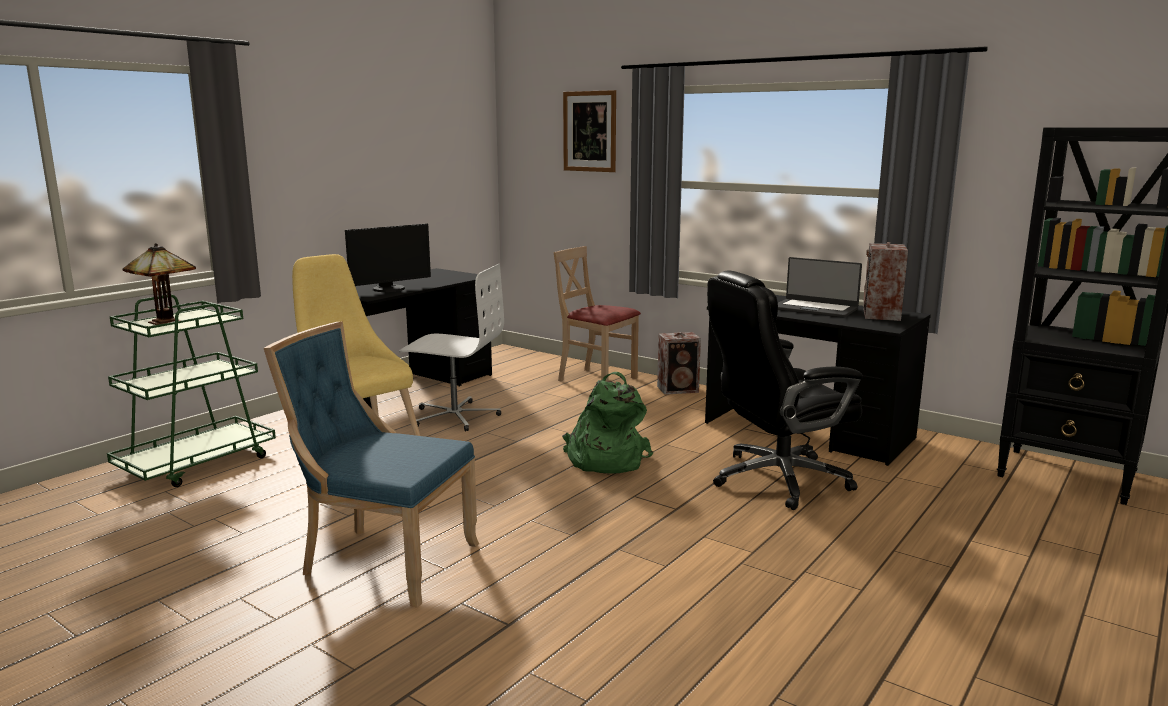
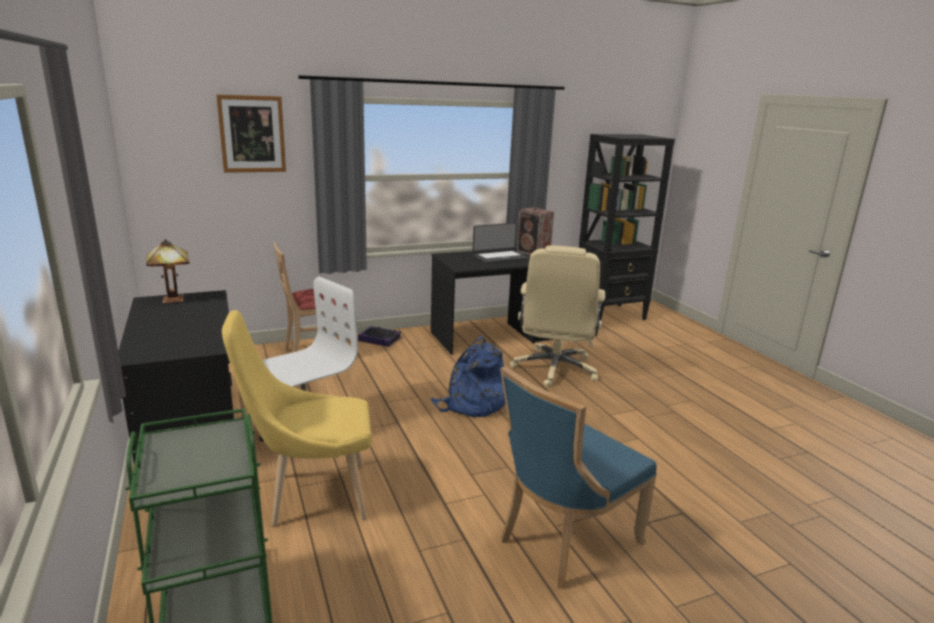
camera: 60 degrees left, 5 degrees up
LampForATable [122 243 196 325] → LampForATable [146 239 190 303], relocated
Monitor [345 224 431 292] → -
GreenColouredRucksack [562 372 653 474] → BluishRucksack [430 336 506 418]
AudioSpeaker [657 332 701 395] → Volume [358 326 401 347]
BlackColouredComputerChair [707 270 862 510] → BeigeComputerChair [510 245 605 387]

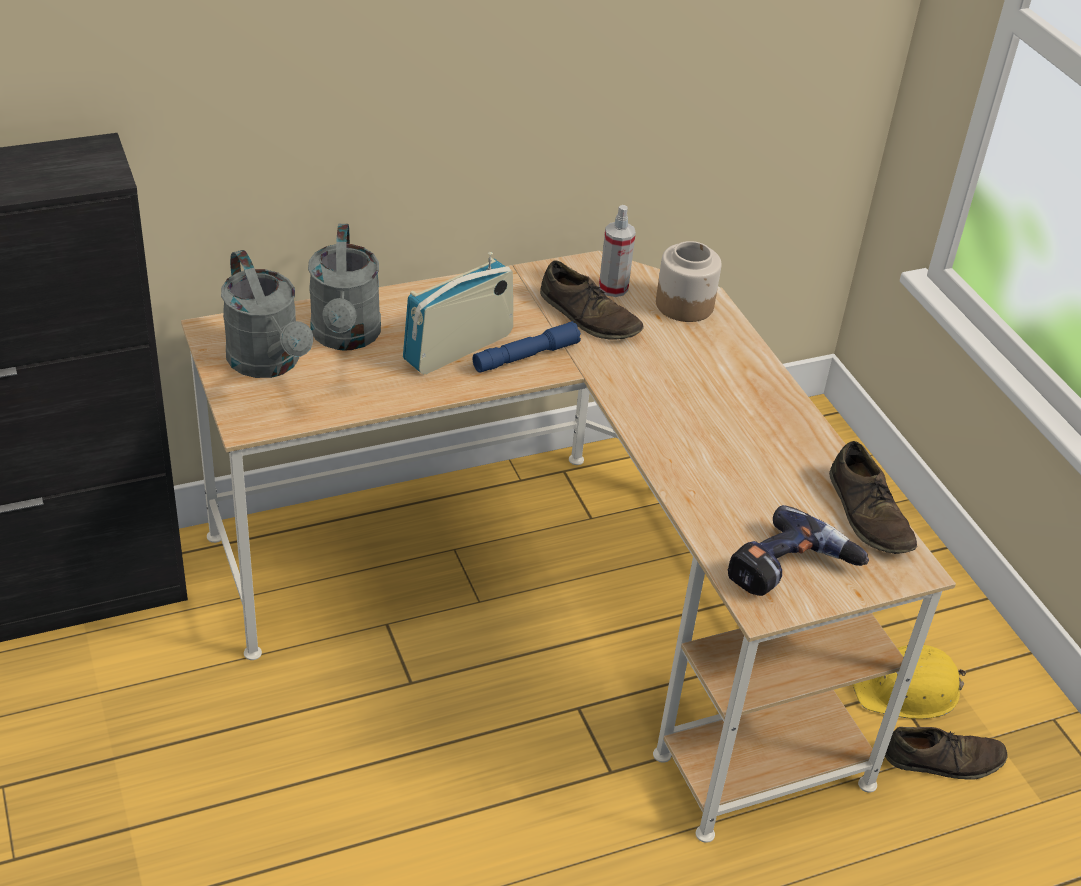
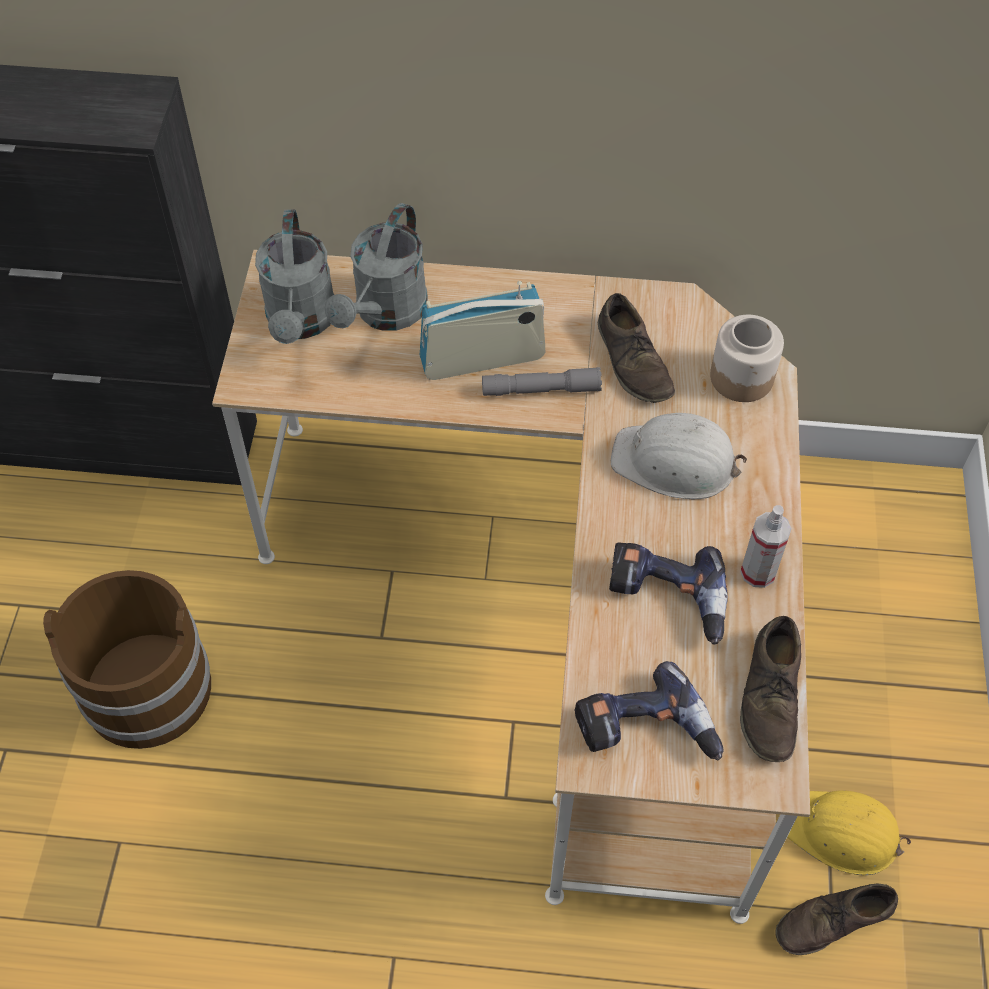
camera: 30 degrees right, 15 degrees up
BluishFlashlight [473 321 581 373] → GreyFlashlight [482 367 602 396]
Sprayer [599 205 636 297] → Sprayer [740 505 792 588], relocated
BrownItemOfFootwear [885 727 1008 780] → BrownItemOfFootwear [776 884 898 955], 135 degrees clockwise
- → BrownPail [43 570 211 749]
- → PowerDrill [609 542 728 645]
- → WhitishSafetyHelmet [611 413 747 499]

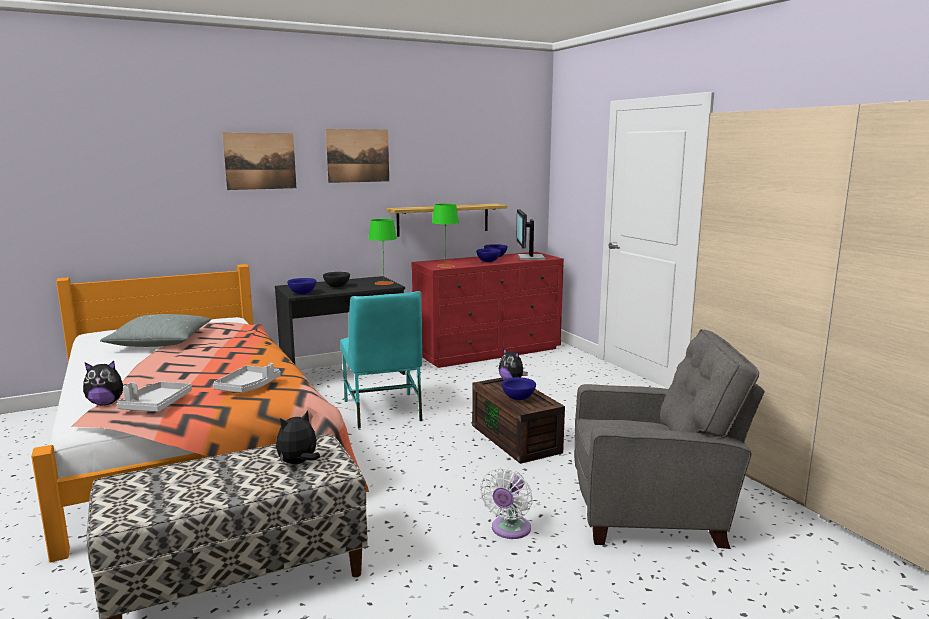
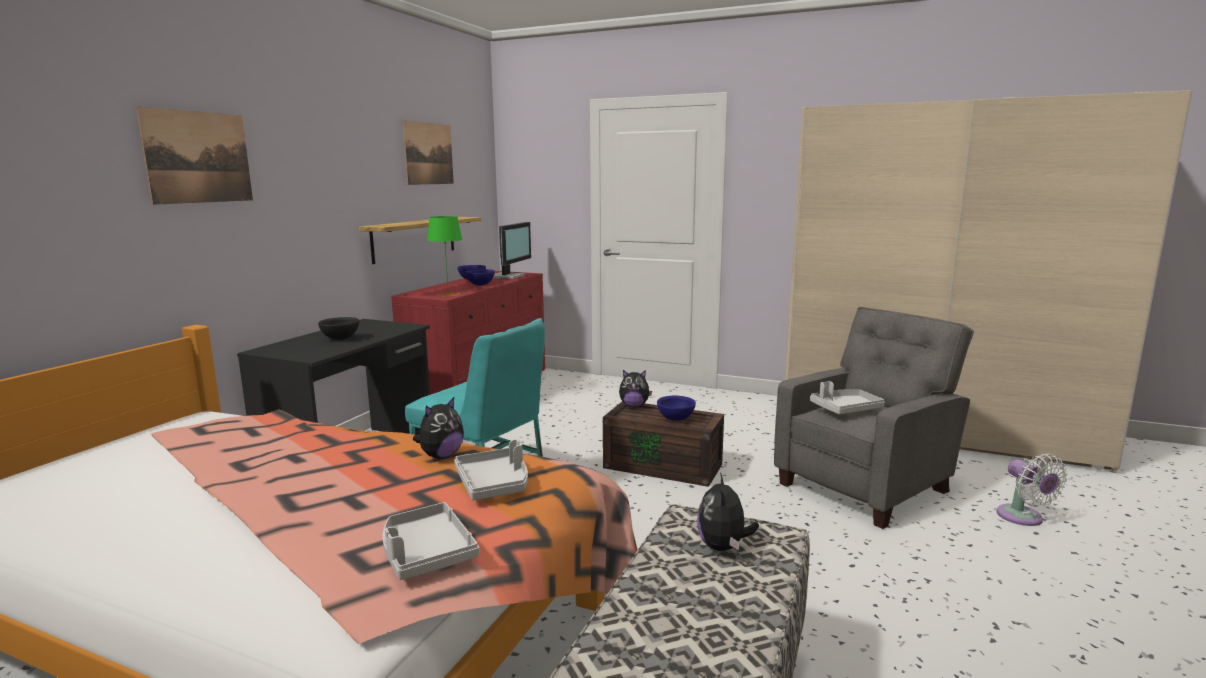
camera: 40 degrees left, 0 degrees up
PlushToy [83 361 127 405] → PlushToy [413 397 464 459], relocated
GreyThrowPillow [100 314 211 347] → -
BluishDeepDish [287 278 316 295] → -
WallPicture [326 129 389 183] → WallPicture [403 120 454 185], relocated
GreenColouredLampForATable [369 219 397 285] → -
WhitishFan [480 468 533 539] → WhitishFan [997 454 1067 526], relocated
Monitor [516 210 545 260] → Monitor [493 222 531 279], 120 degrees counterclockwise
- → GreyCarryingTray [810 381 885 414]

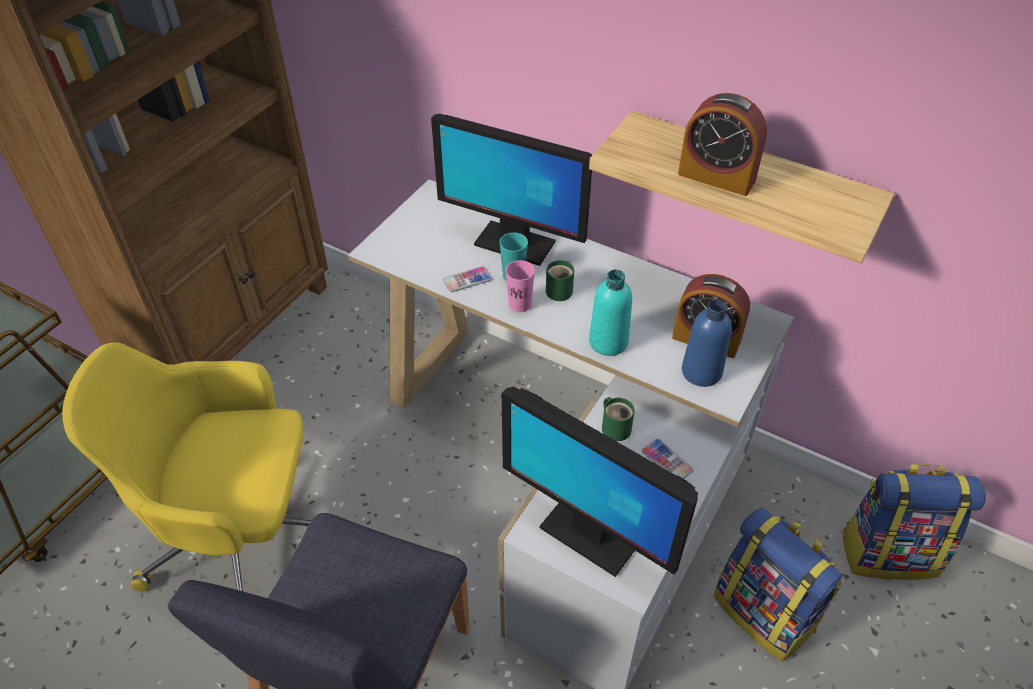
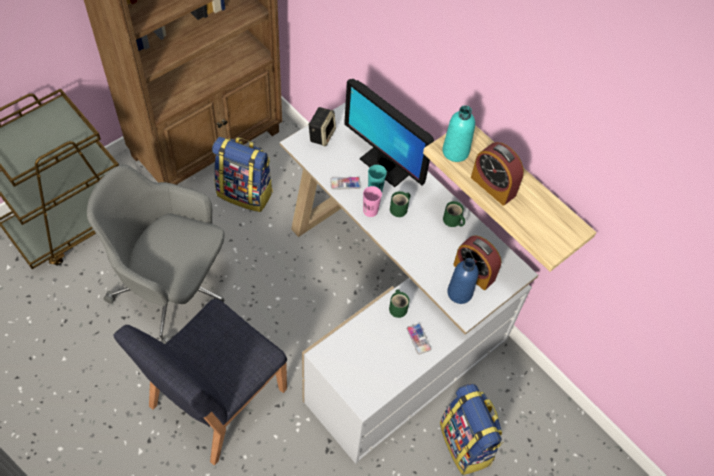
camera: 15 degrees right, 10 degrees up
YellowComputerChair [62 342 312 591] → GreyComputerChair [87 165 225 344]
Monitor [502 387 698 577] → -
BlueGreenBottle [589 269 632 356] → BlueGreenBottle [442 105 475 162], relocated
Rucksack [842 464 986 580] → Rucksack [212 137 273 212], relocated
- → AudioSpeaker [308 107 336 146]
- → GreenColouredCoffeeMug [443 201 465 227]

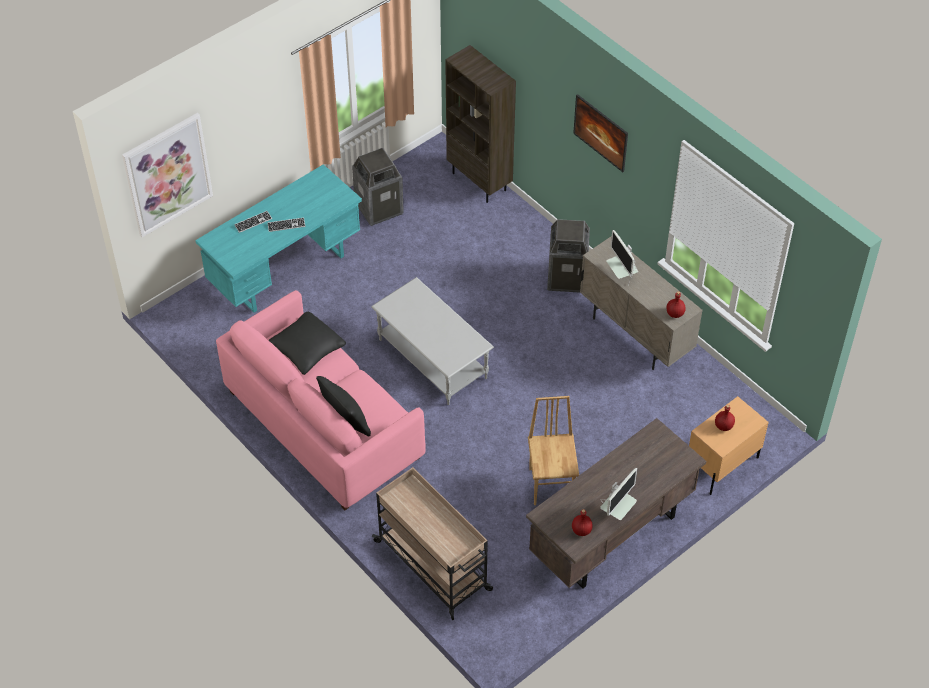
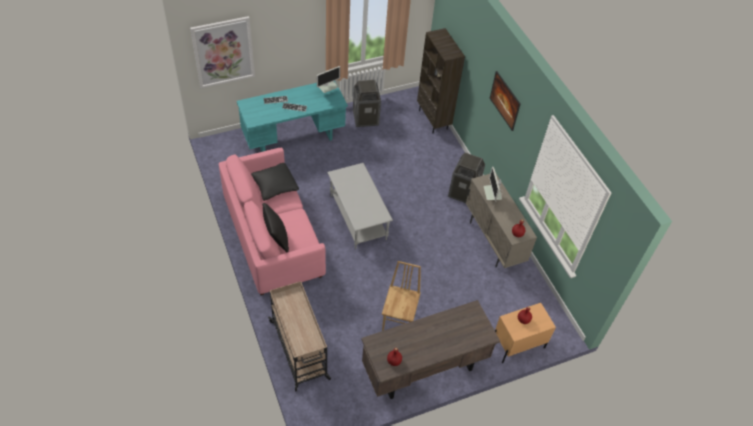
camera: 15 degrees right, 0 degrees up
Monitor [600 468 637 520] → Monitor [317 66 340 93], relocated

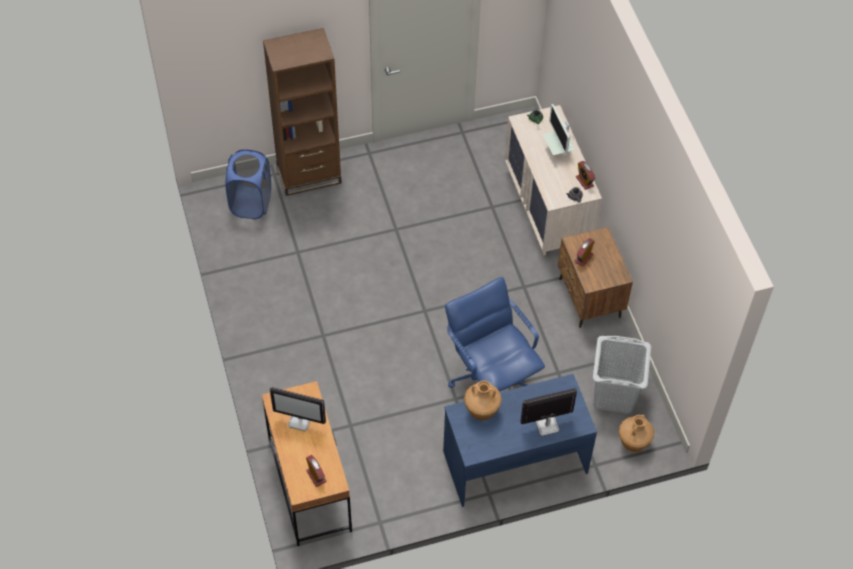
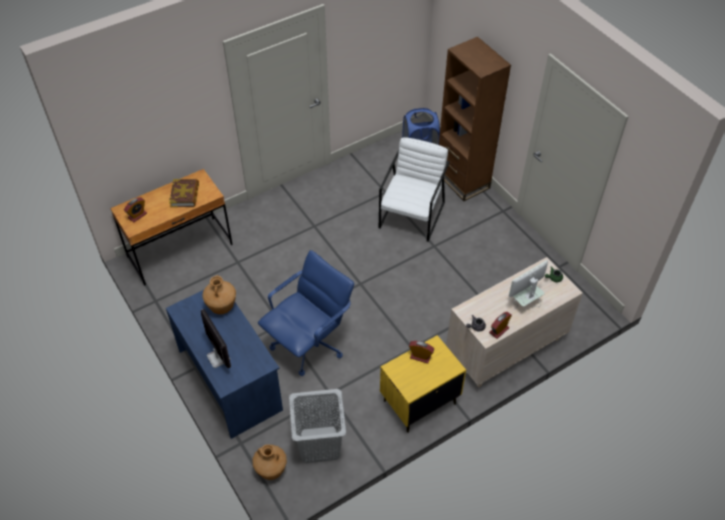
camera: 75 degrees right, 5 degrees down
Monitor [270 387 326 431] → Volume [169 179 199 207]
BrownNightTable [558 227 633 328] → YellowNightTable [380 335 466 433]
- → WhitishArmchair [379 137 450 242]

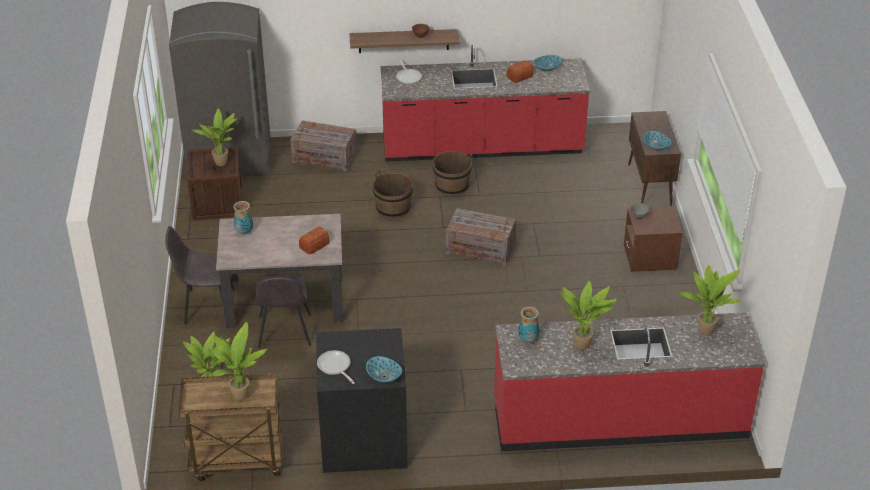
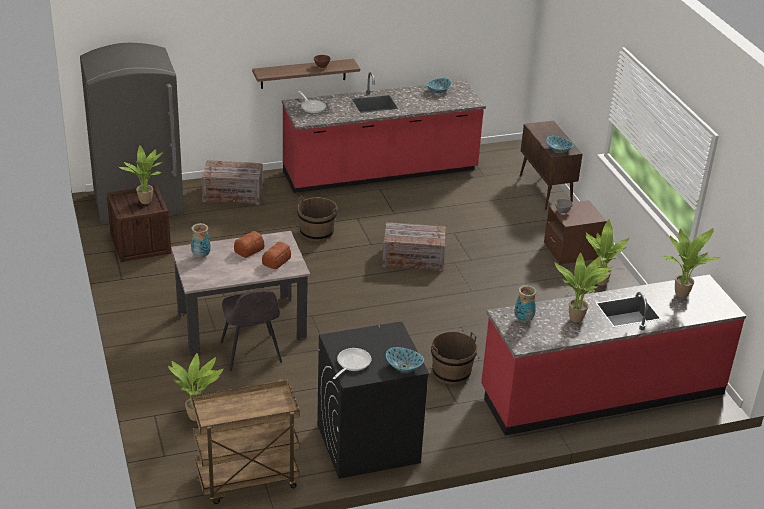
camera: 15 degrees left, 5 degrees down
GreyChair [165 226 235 324] → -
Houseplant [208 322 267 401] → Houseplant [586 219 629 286], relocated
FryingPan [317 350 355 384] → FryingPan [333 348 371 379], 75 degrees clockwise
BrownPail [432 151 473 196] → BrownPail [431 331 477 384], relocated
BakeryBread [507 60 533 83] → BakeryBread [234 231 264 258], relocated

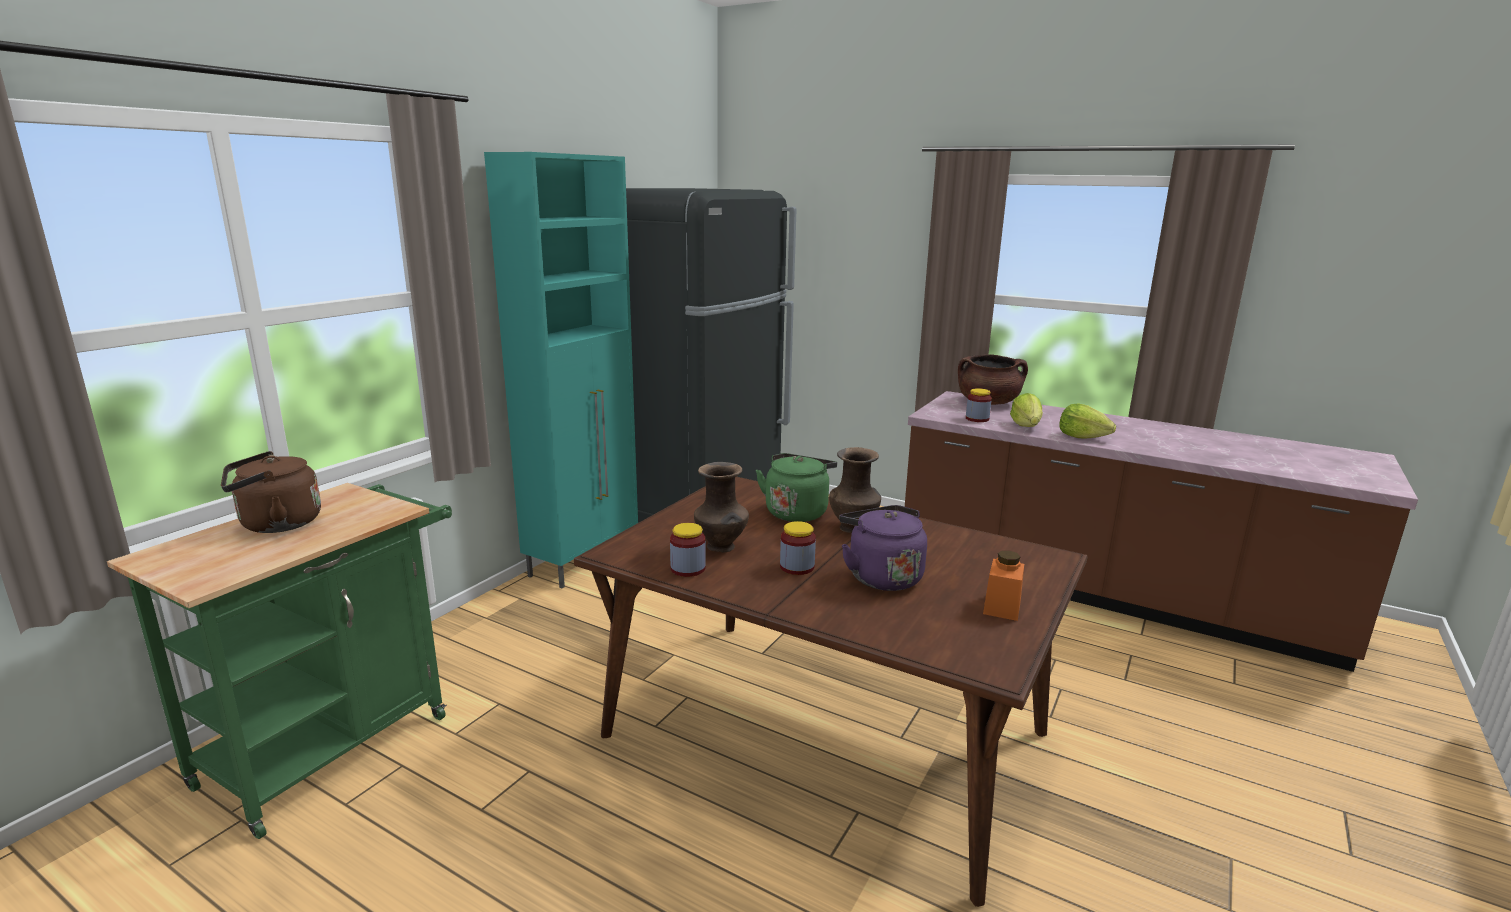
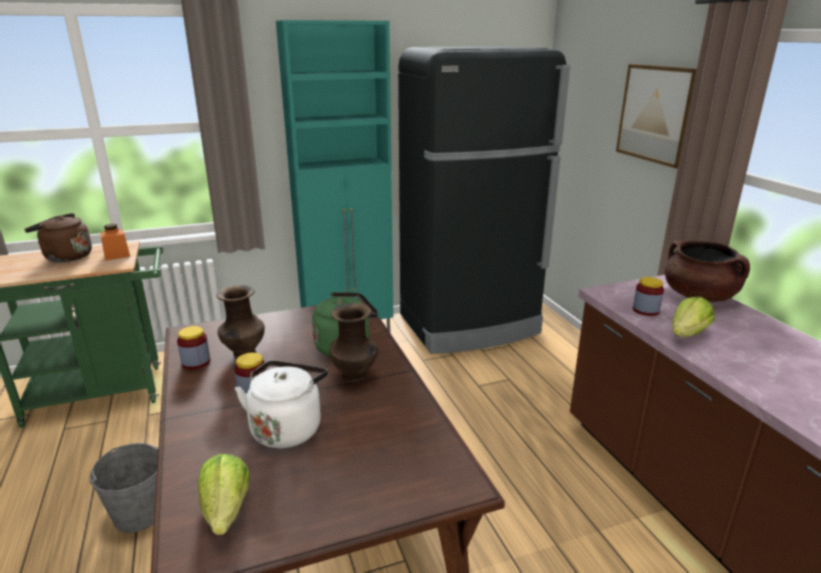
camera: 40 degrees right, 5 degrees up
PurplishTeaKettle [839 505 927 591] → WhitishTeaKettle [235 360 328 448]
OrangeColouredJar [983 551 1024 621] → OrangeColouredJar [100 224 130 261], relocated
Lettuce [1059 404 1116 438] → Lettuce [198 454 250 535], relocated
- → GreyPail [90 443 159 533]
- → WallPicture [616 64 697 169]

